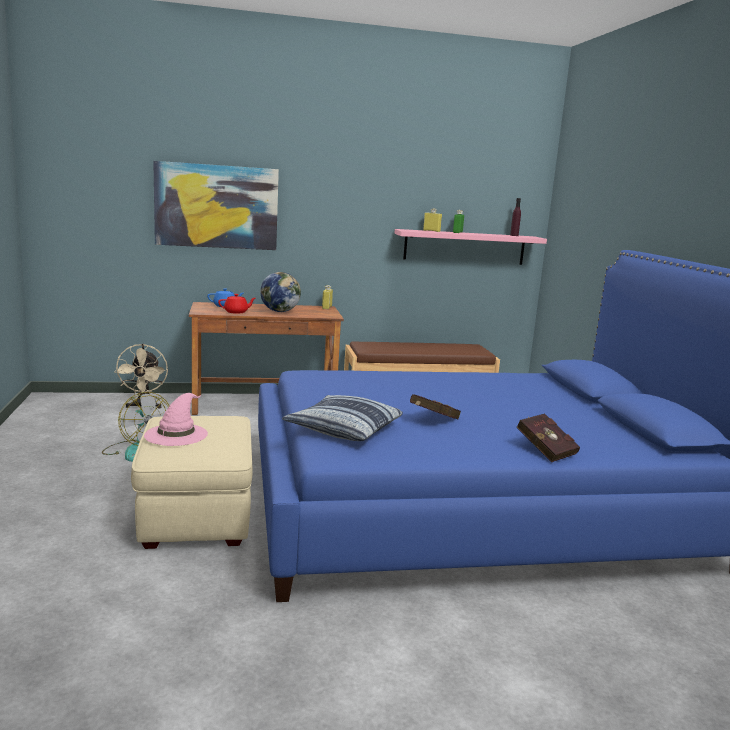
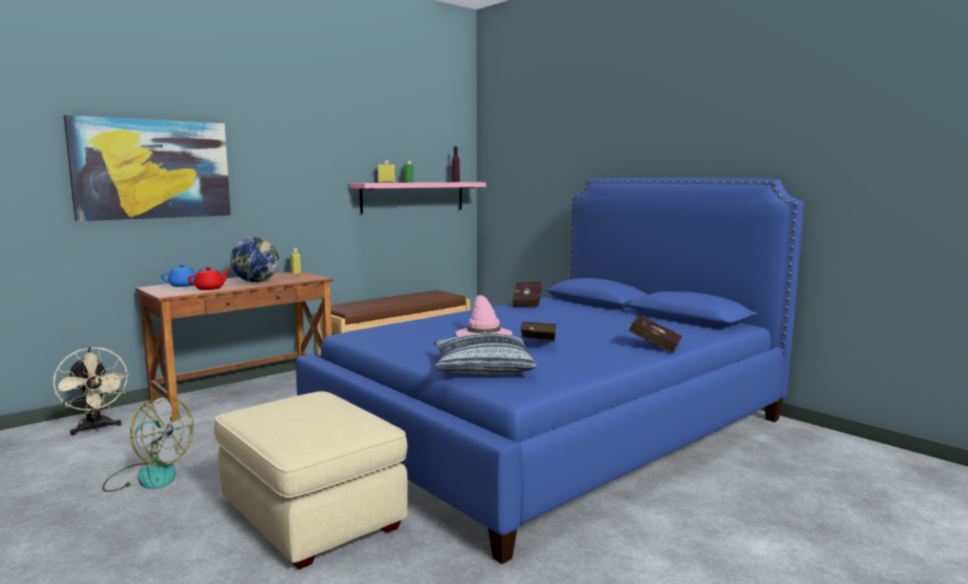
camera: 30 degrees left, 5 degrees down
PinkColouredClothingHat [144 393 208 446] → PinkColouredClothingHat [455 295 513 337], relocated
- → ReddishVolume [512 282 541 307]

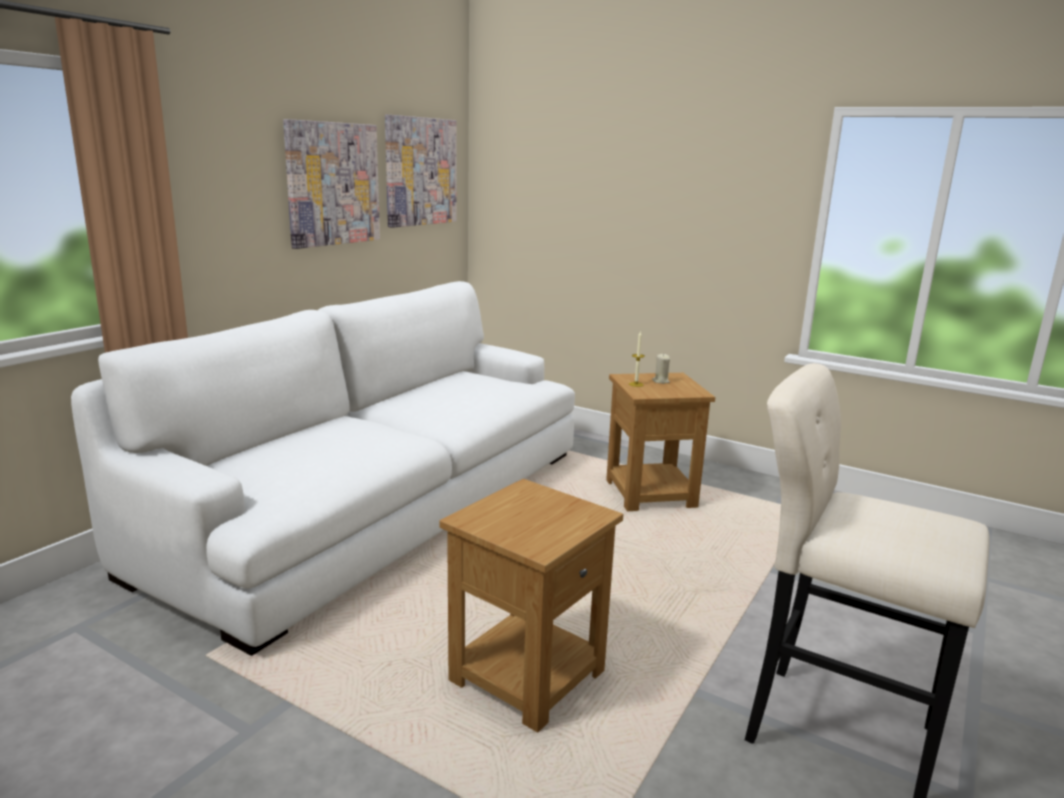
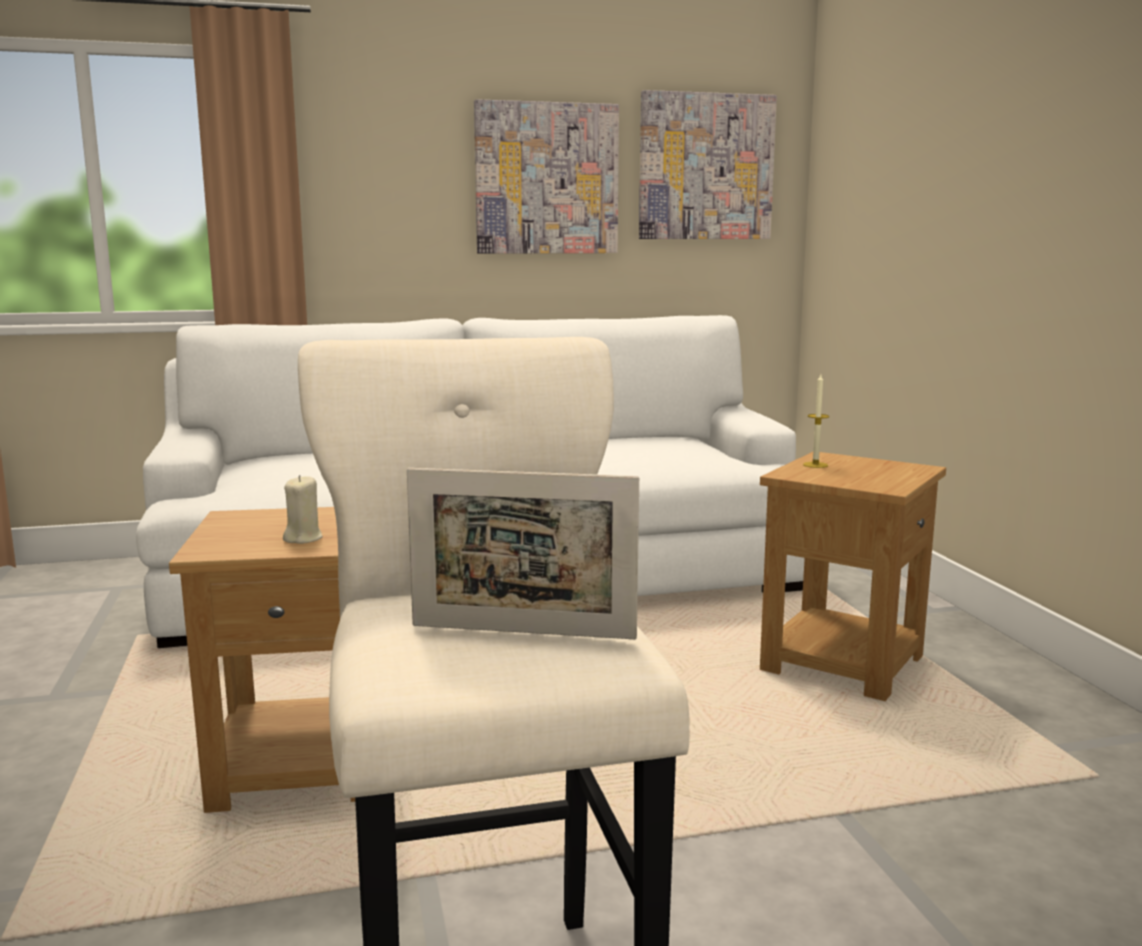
camera: 45 degrees right, 5 degrees down
BeigeCandle [652 353 670 384] → BeigeCandle [283 475 323 544], relocated
- → PhotoFrame [407 468 639 639]

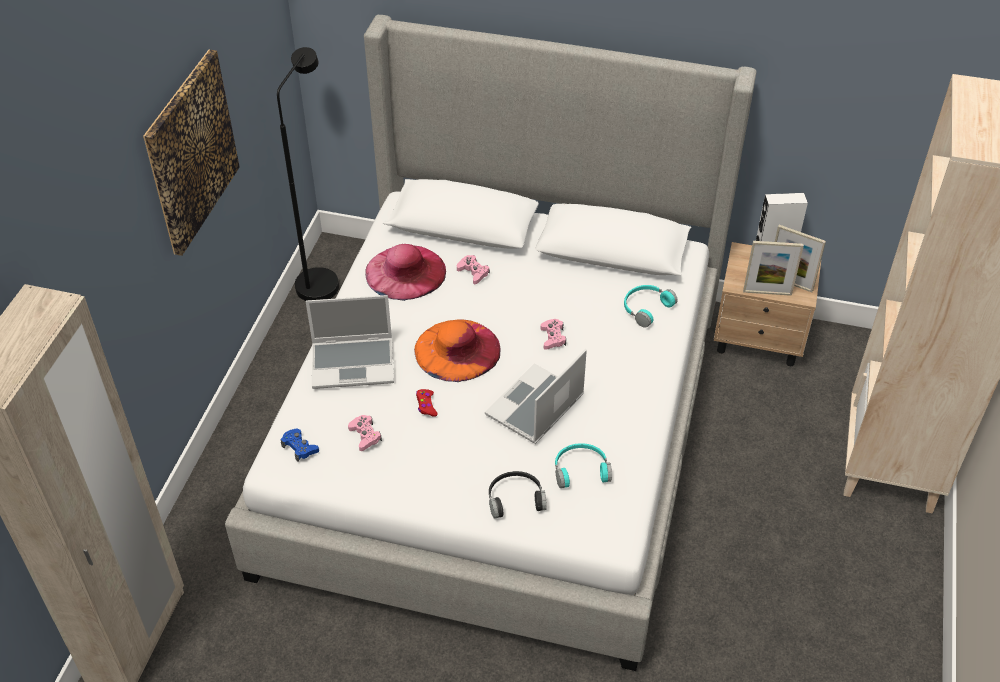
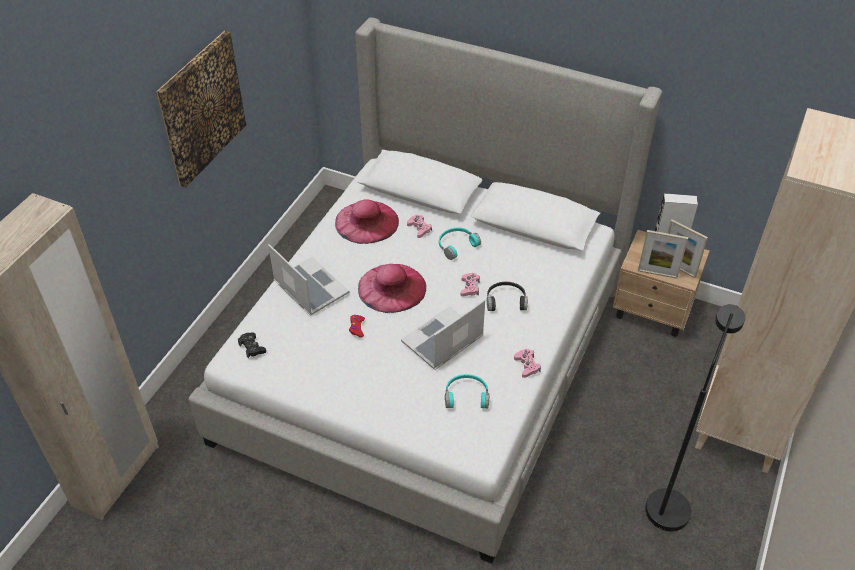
camera: 10 degrees right, 0 degrees up
BlackColouredStandingLamp [277 47 339 301] → BlackColouredStandingLamp [645 304 745 532], relocated
BluishGameController [281 429 319 462] → BlackColouredGameController [238 332 266 358]
NotebookComputer [306 295 394 389] → NotebookComputer [268 244 349 316], 135 degrees counterclockwise
PinkColouredGameController [348 415 382 451] → PinkColouredGameController [514 349 541 378], relocated
OrangeColouredClothingHat [414 319 501 382] → PinkColouredClothingHat [358 264 426 313]
BlackColouredPairOfHeadphones [489 471 547 519] → BlackColouredPairOfHeadphones [487 282 528 311], relocated
BlueGreenPairOfHeadphones [624 285 678 328] → BlueGreenPairOfHeadphones [439 227 481 260], relocated

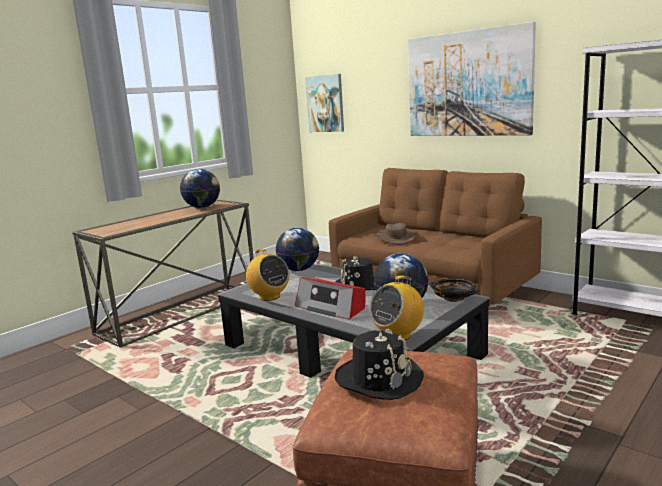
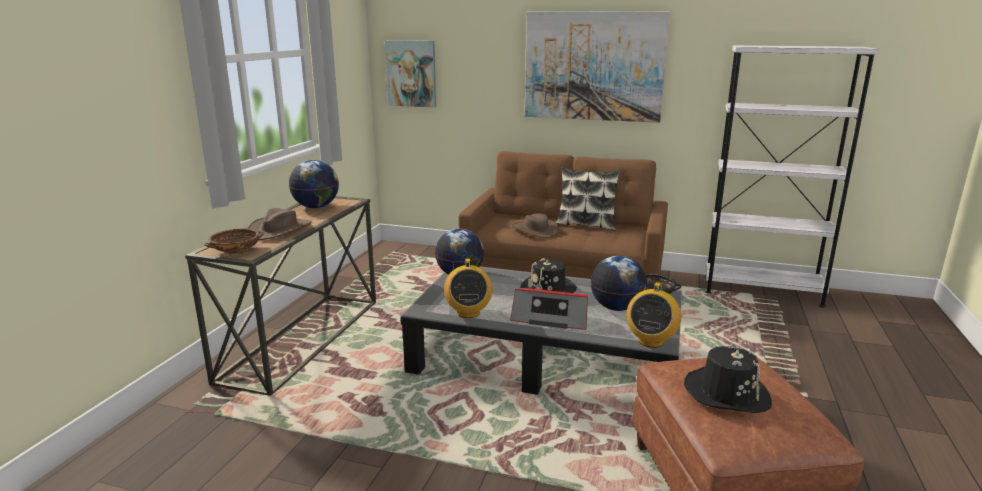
camera: 25 degrees left, 5 degrees up
RadioReceiver [243 249 289 301] → RadioReceiver [444 259 493 318], 60 degrees clockwise
- → BrownDeepDish [204 229 264 254]
- → BrownClothingHat [247 208 312 240]
- → ThrowPillow [556 167 621 230]

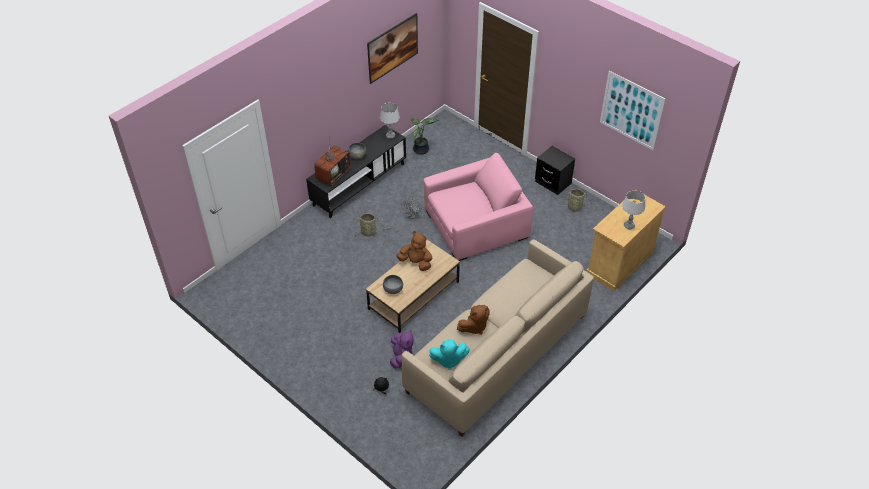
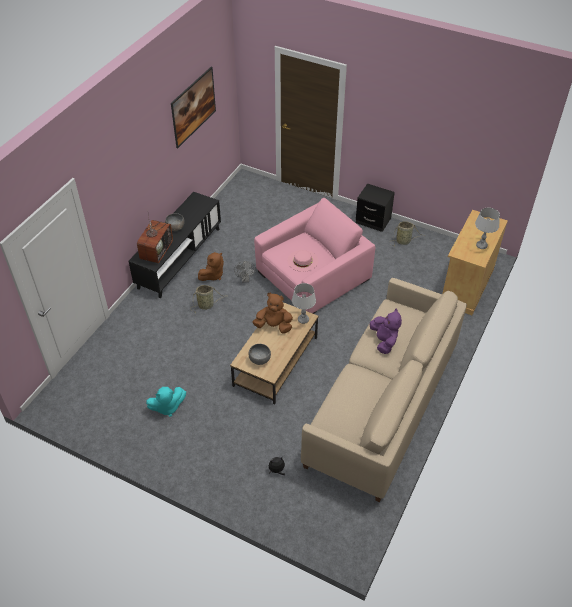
camera: 15 degrees left, 0 degrees up
GreyLampForATable [380 103 400 139] → GreyLampForATable [292 283 316 324], relocated
PurplishPlushToy [390 330 414 369] → PurplishPlushToy [370 309 402 354], relocated
Houseplant [410 118 440 155] → -
BlueGreenPlushToy [429 339 470 370] → BlueGreenPlushToy [146 387 186 417], relocated
BrownPlushToy [457 305 489 335] → BrownPlushToy [198 252 224 281], relocated
WallPicture [600 71 666 150] → -
- → PinkColouredClothingHat [287 250 318 272]

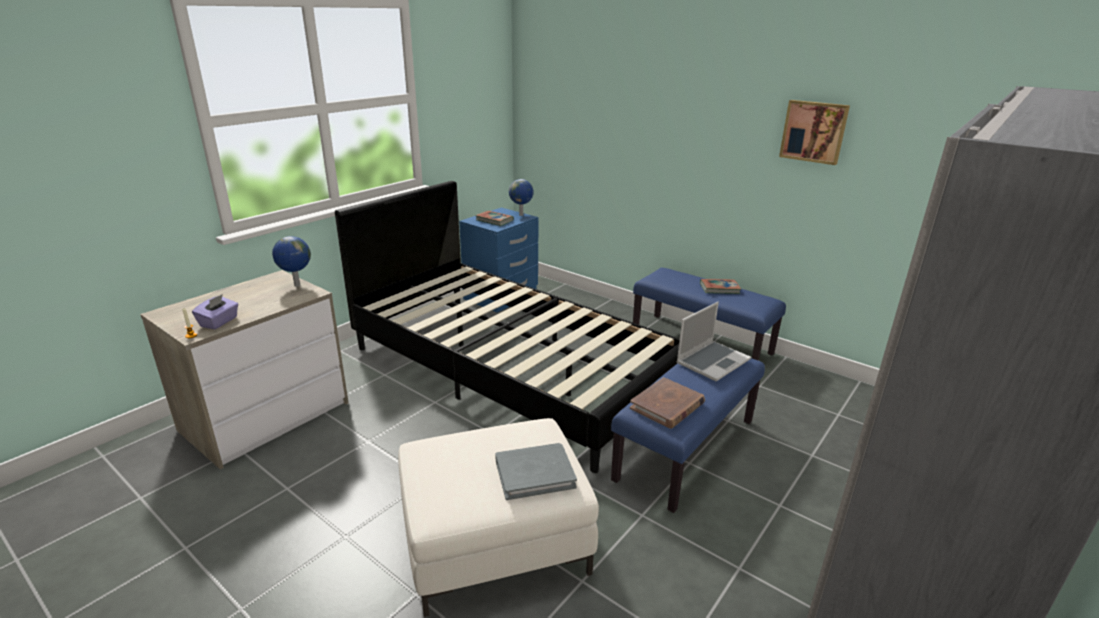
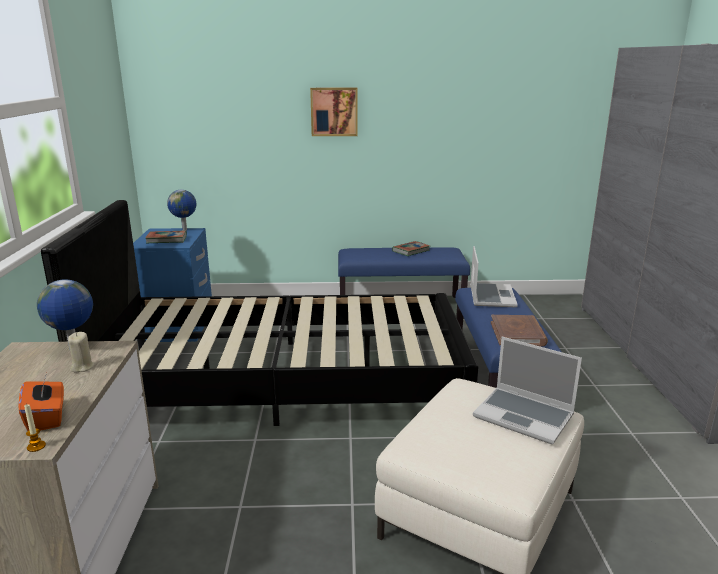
camera: 40 degrees left, 5 degrees down
PurplishTissueBox [192 294 239 329] → OrangeColouredTissueBox [18 373 64 431]
GreyVolume [495 443 577 500] → NotebookComputer [473 337 582 444]
WallPicture [779 100 850 165] → WallPicture [310 88 358 136], relocated
- → BeigeCandle [68 332 95 373]

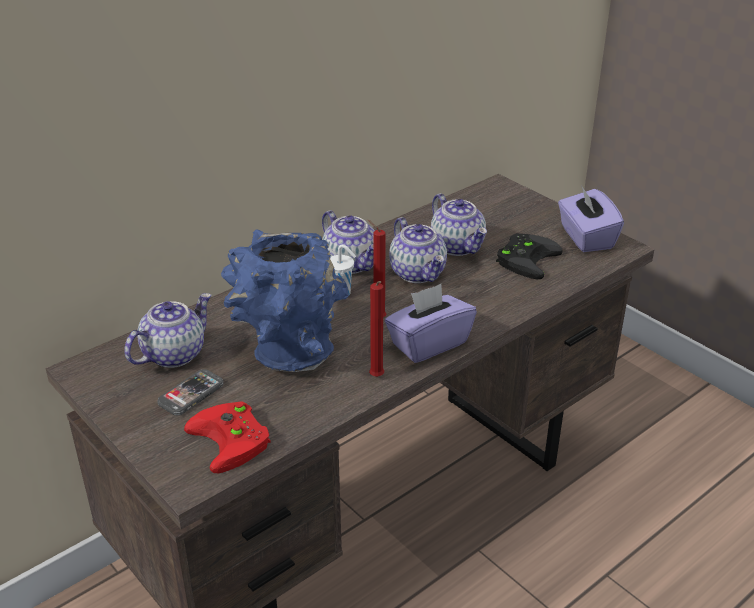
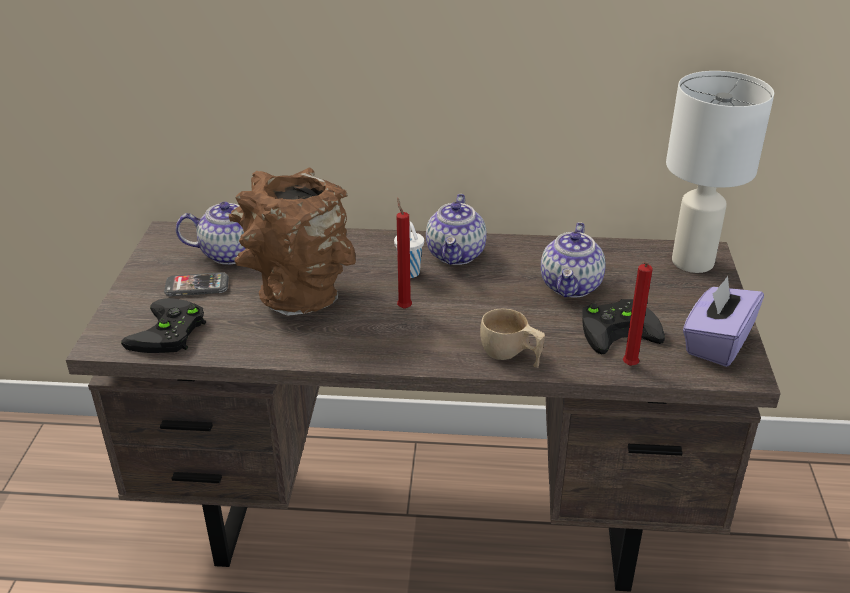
camera: 45 degrees right, 0 degrees up
ReddishGameController [184 401 271 473] → BlackColouredGameController [121 298 206 353]
BluishFlowerVase [221 229 349 372] → BrownFlowerVase [229 167 356 316]
ReddishCandle [369 281 384 377] → ReddishCandle [623 262 653 366], relocated
PurplishTissueBox [385 284 477 363] → -
TeaPot [389 217 447 283] → -
- → BeigeCup [480 309 545 368]
- → WhitishLampForATable [666 71 774 273]

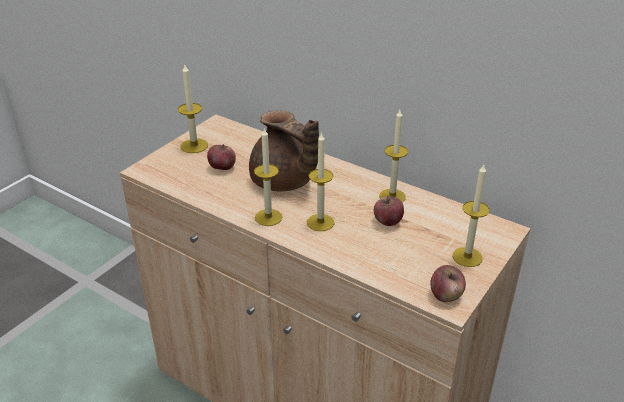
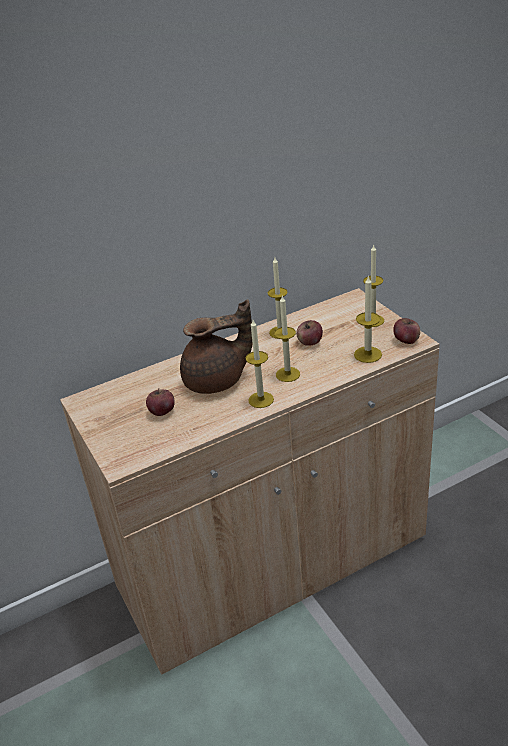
camera: 60 degrees left, 0 degrees up
Candle [178 65 208 153] → Candle [354 275 382 363], relocated

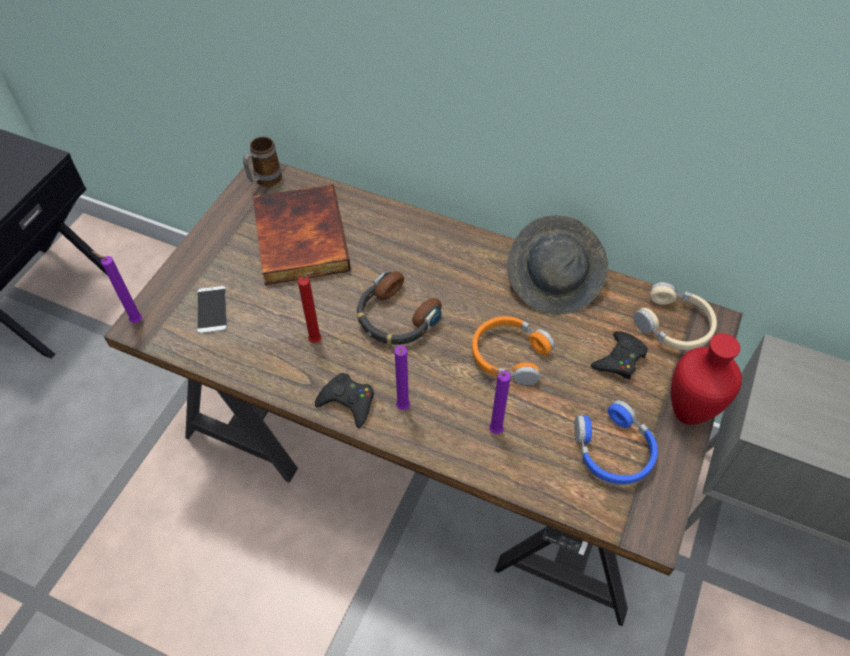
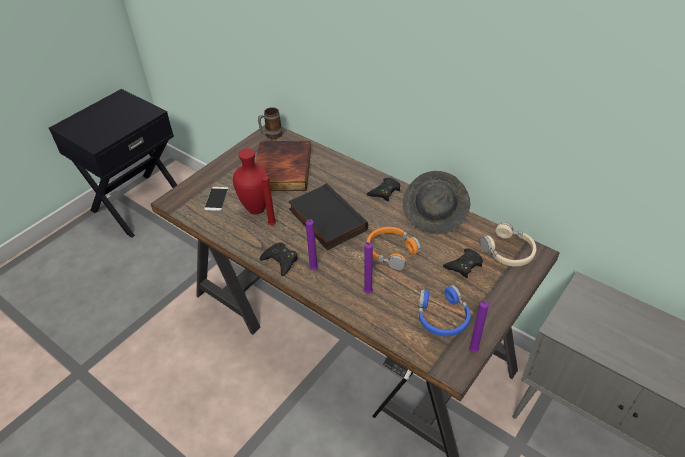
camera: 15 degrees right, 10 degrees down
PurplishCandle [91 251 142 323] → PurplishCandle [469 295 489 352], relocated
PairOfHeadphones [357 271 442 345] → BlackColouredVolume [288 183 368 250]
ReddishFlowerVase [671 333 742 425] → ReddishFlowerVase [233 148 270 215], relocated
- → BlackColouredGameController [367 178 401 201]

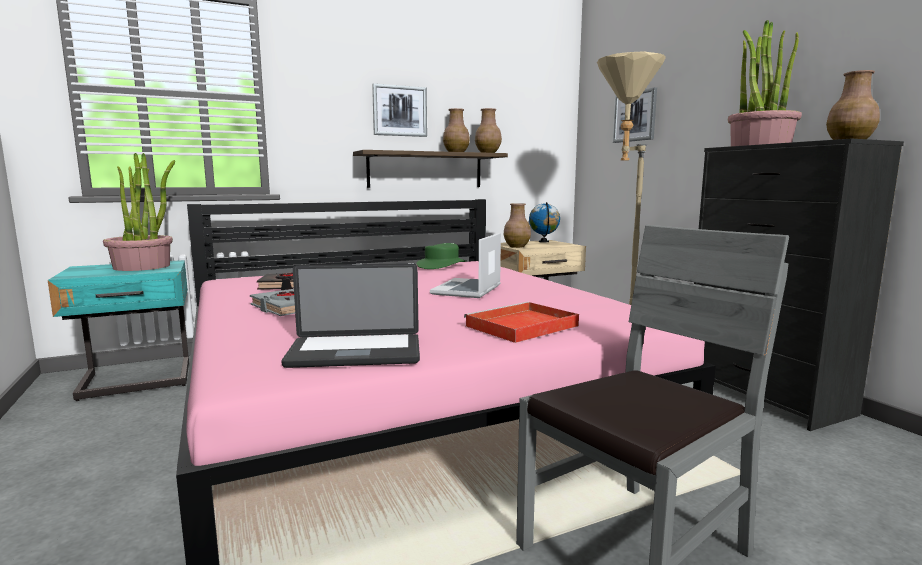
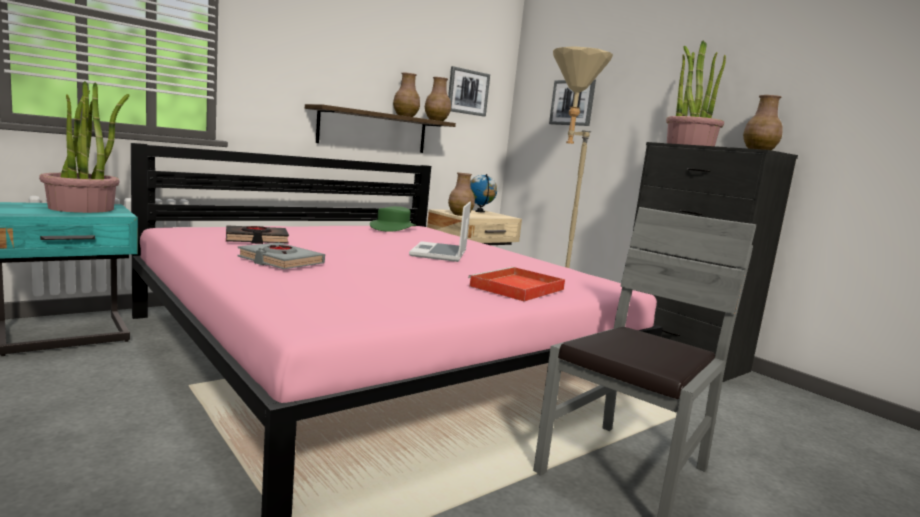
camera: 15 degrees left, 0 degrees up
NotebookComputer [281 263 420 368] → -
WallPicture [372 83 427 137] → WallPicture [448 66 490 117], relocated

